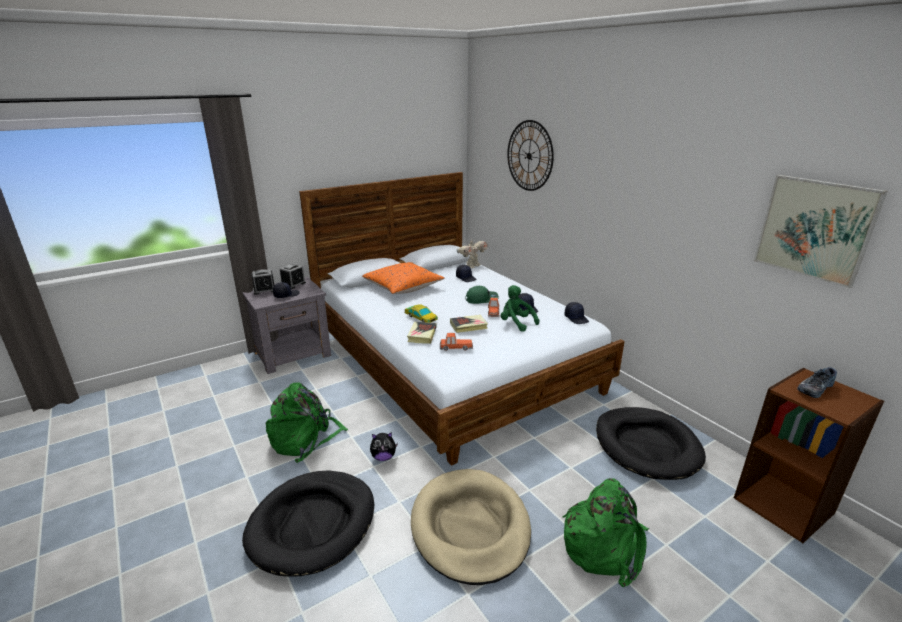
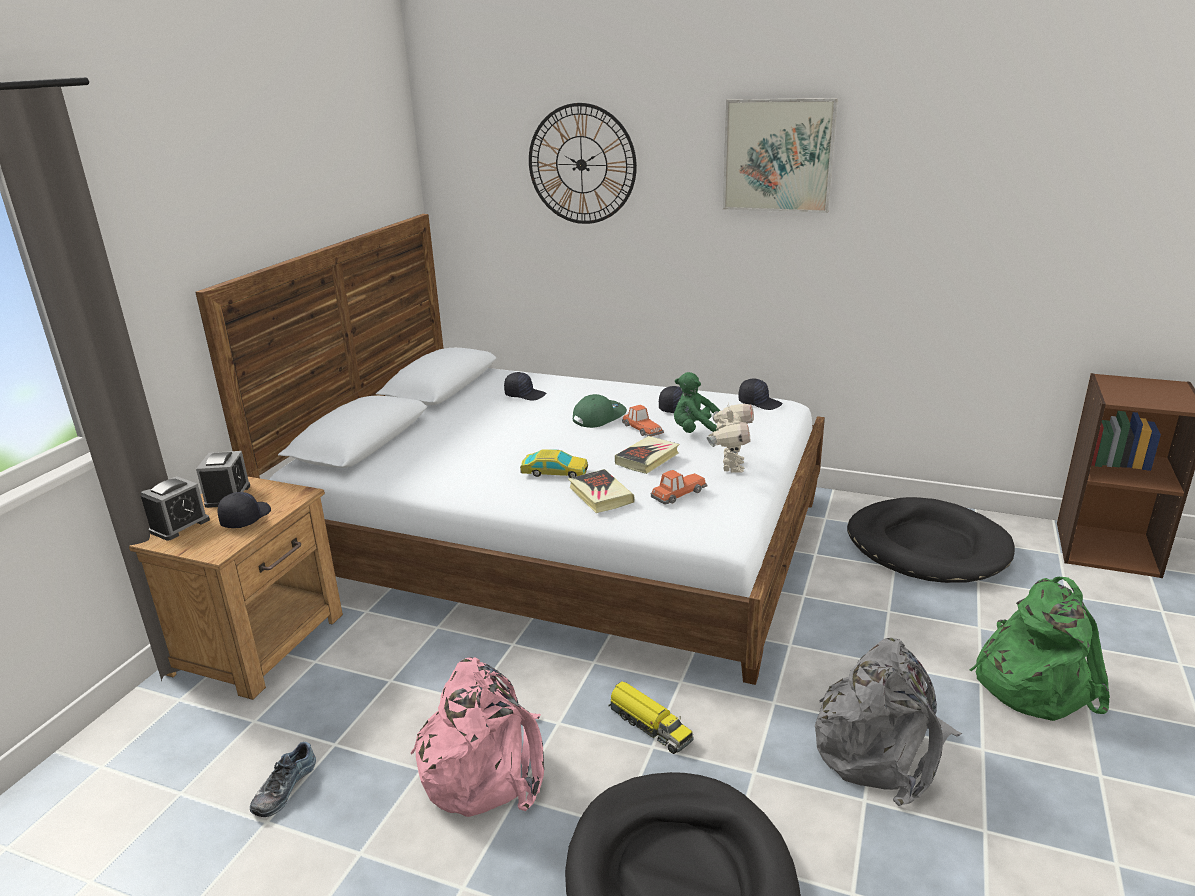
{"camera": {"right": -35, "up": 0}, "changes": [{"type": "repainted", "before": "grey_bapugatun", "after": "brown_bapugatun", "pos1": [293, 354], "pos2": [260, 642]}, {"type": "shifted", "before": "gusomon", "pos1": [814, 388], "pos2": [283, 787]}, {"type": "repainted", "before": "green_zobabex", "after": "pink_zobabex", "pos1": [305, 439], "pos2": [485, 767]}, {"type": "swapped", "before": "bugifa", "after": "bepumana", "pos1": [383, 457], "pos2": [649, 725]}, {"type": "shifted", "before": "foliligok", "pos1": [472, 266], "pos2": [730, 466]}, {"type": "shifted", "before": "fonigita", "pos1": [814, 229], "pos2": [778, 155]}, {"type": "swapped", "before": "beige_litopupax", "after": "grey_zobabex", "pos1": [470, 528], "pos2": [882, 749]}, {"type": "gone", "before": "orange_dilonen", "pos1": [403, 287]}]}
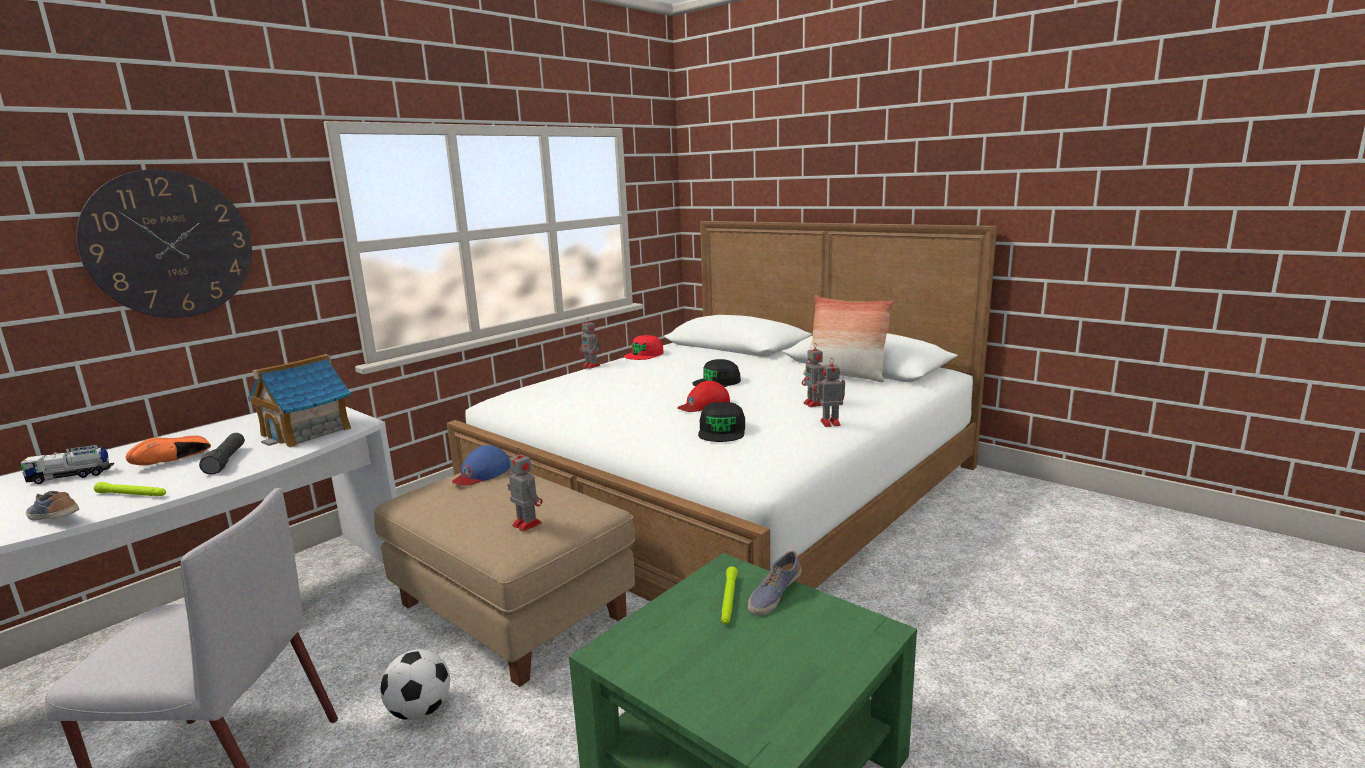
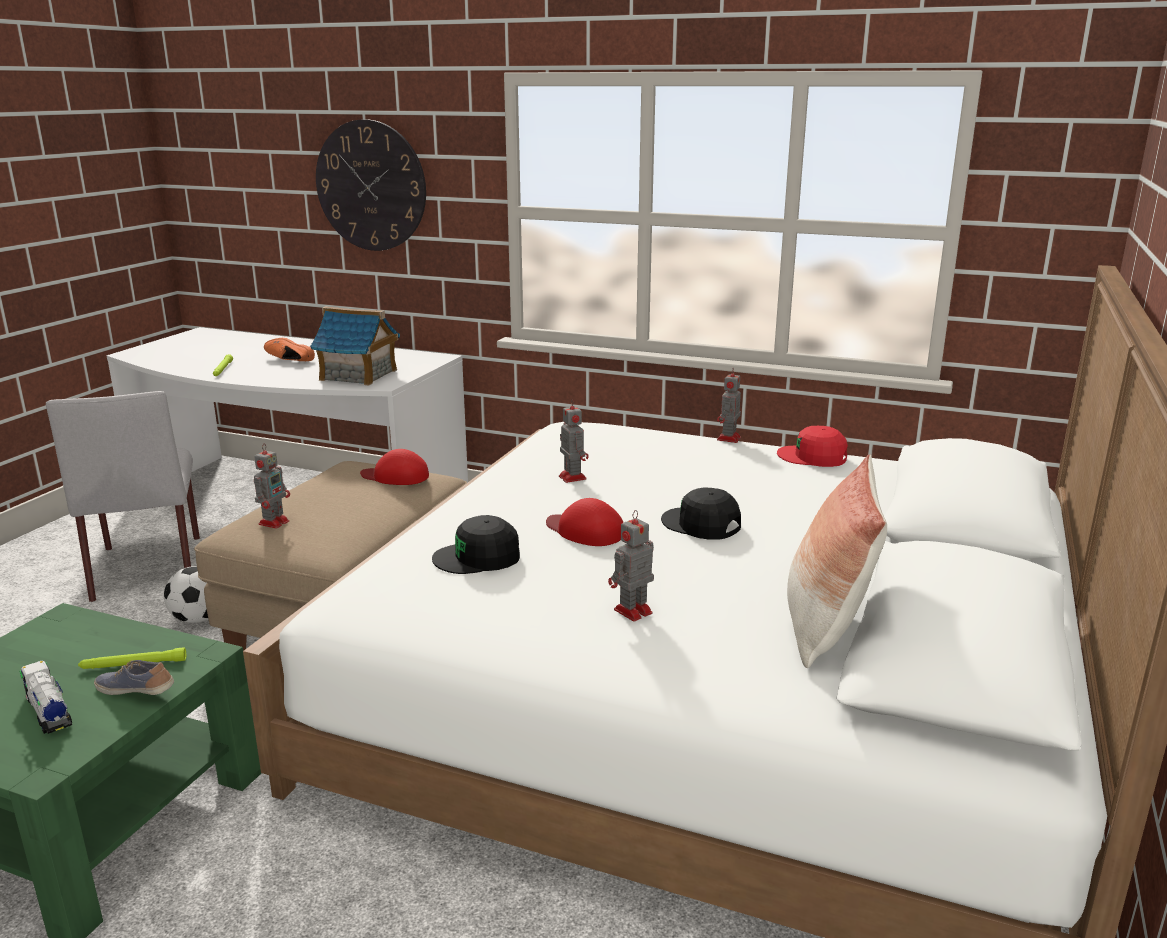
{"camera": {"right": 70, "up": 5}, "changes": [{"type": "shifted", "before": "bepumana", "pos1": [71, 476], "pos2": [49, 711]}, {"type": "repainted", "before": "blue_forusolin", "after": "red_forusolin", "pos1": [482, 473], "pos2": [395, 476]}, {"type": "shifted", "before": "foliligok", "pos1": [829, 423], "pos2": [572, 477]}, {"type": "gone", "before": "gusomon", "pos1": [56, 518]}, {"type": "gone", "before": "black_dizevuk", "pos1": [226, 461]}]}
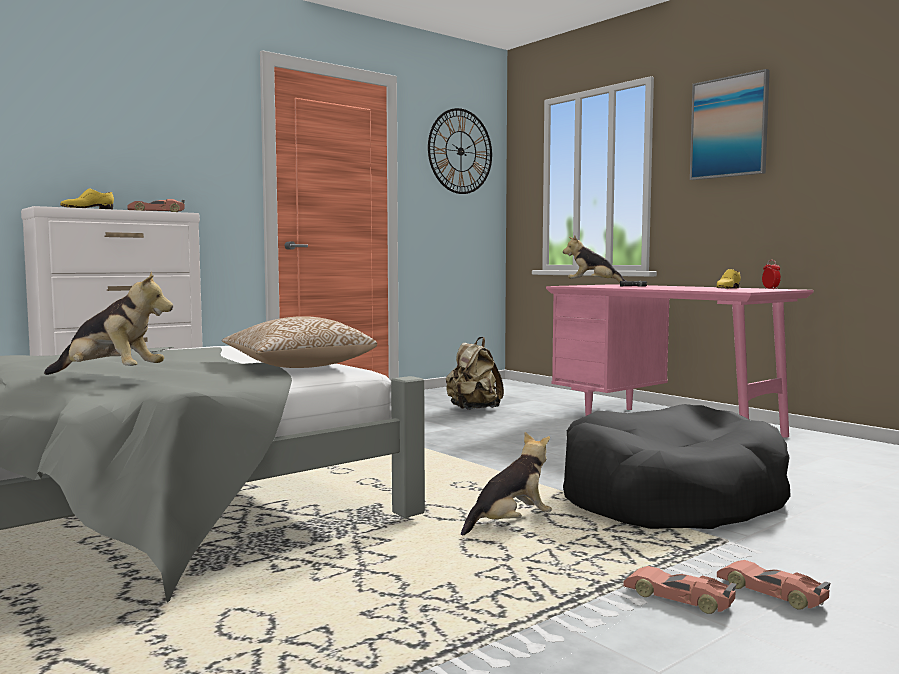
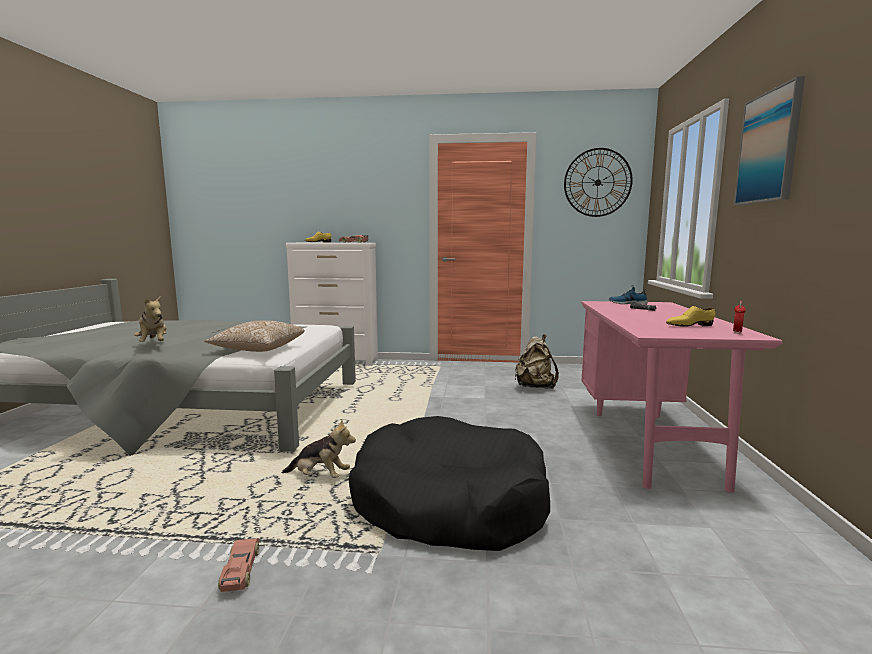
{"camera": {"right": 45, "up": 5}, "changes": [{"type": "swapped", "before": "bugifa", "after": "gusomon", "pos1": [594, 285], "pos2": [627, 303]}, {"type": "gone", "before": "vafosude", "pos1": [771, 593]}]}
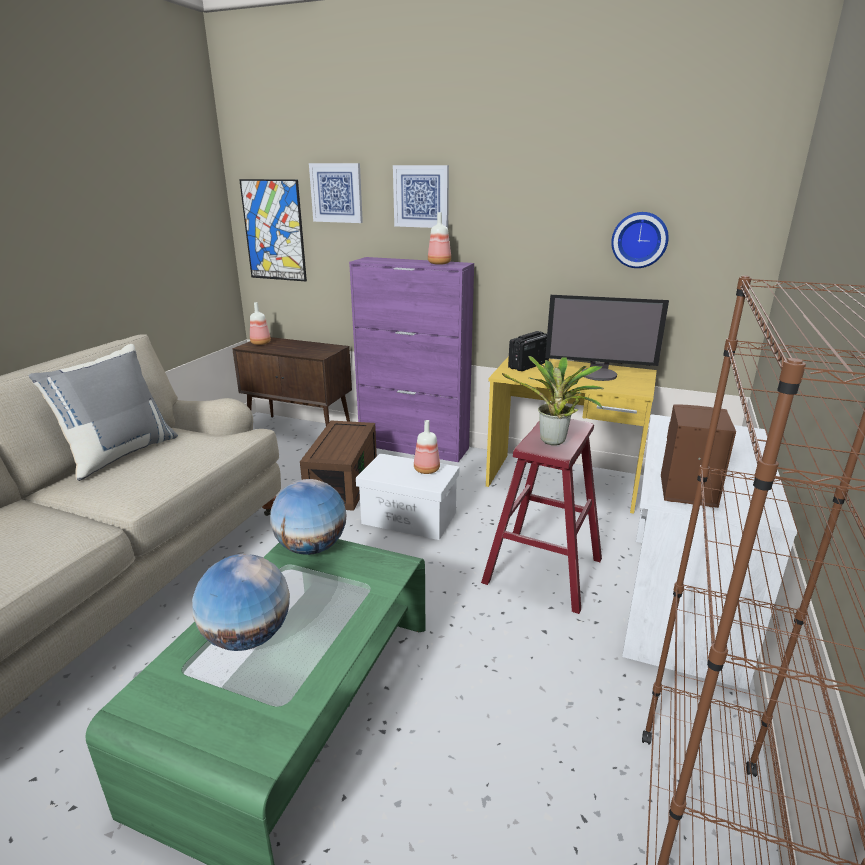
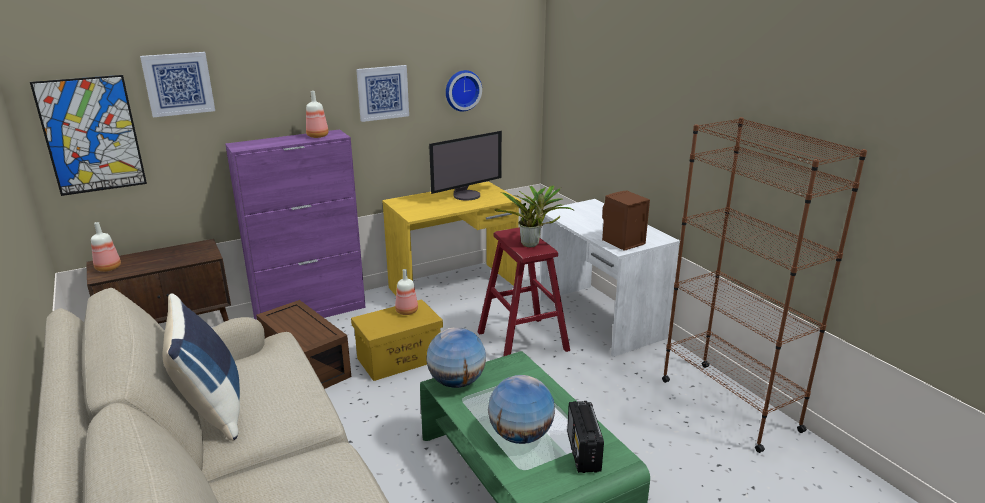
{"camera": {"right": -50, "up": 0}, "changes": [{"type": "repainted", "before": "grey_dilonen", "after": "blue_dilonen", "pos1": [120, 454], "pos2": [211, 409]}, {"type": "repainted", "before": "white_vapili", "after": "yellow_vapili", "pos1": [410, 518], "pos2": [400, 358]}, {"type": "shifted", "before": "fonigita", "pos1": [421, 196], "pos2": [382, 93]}, {"type": "shifted", "before": "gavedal", "pos1": [528, 365], "pos2": [583, 452]}]}
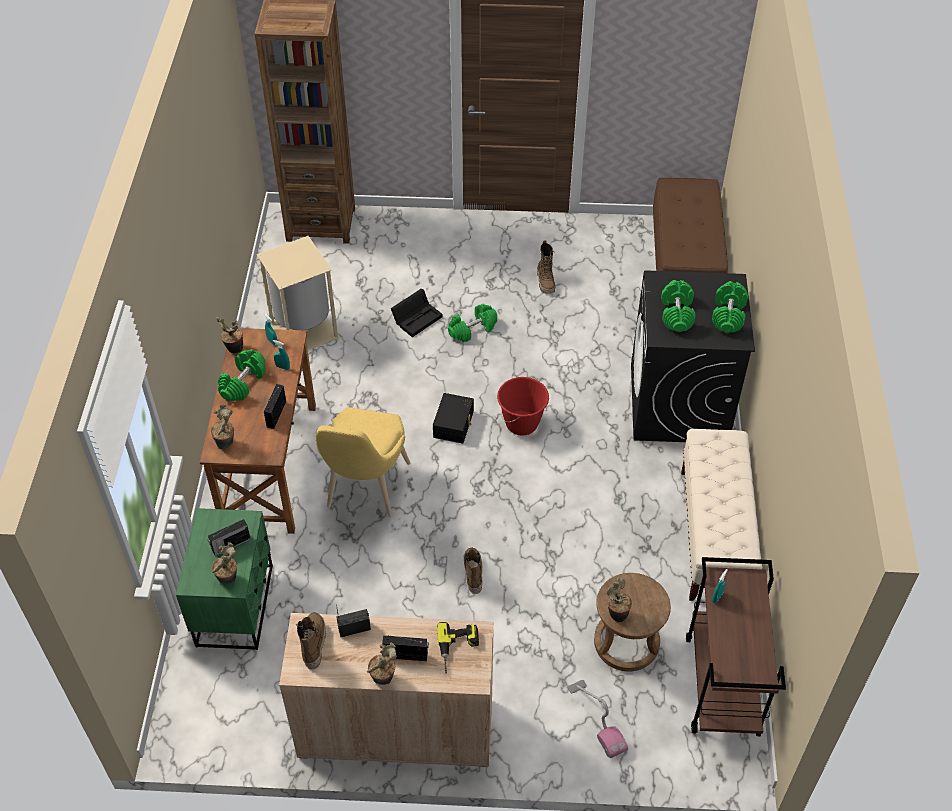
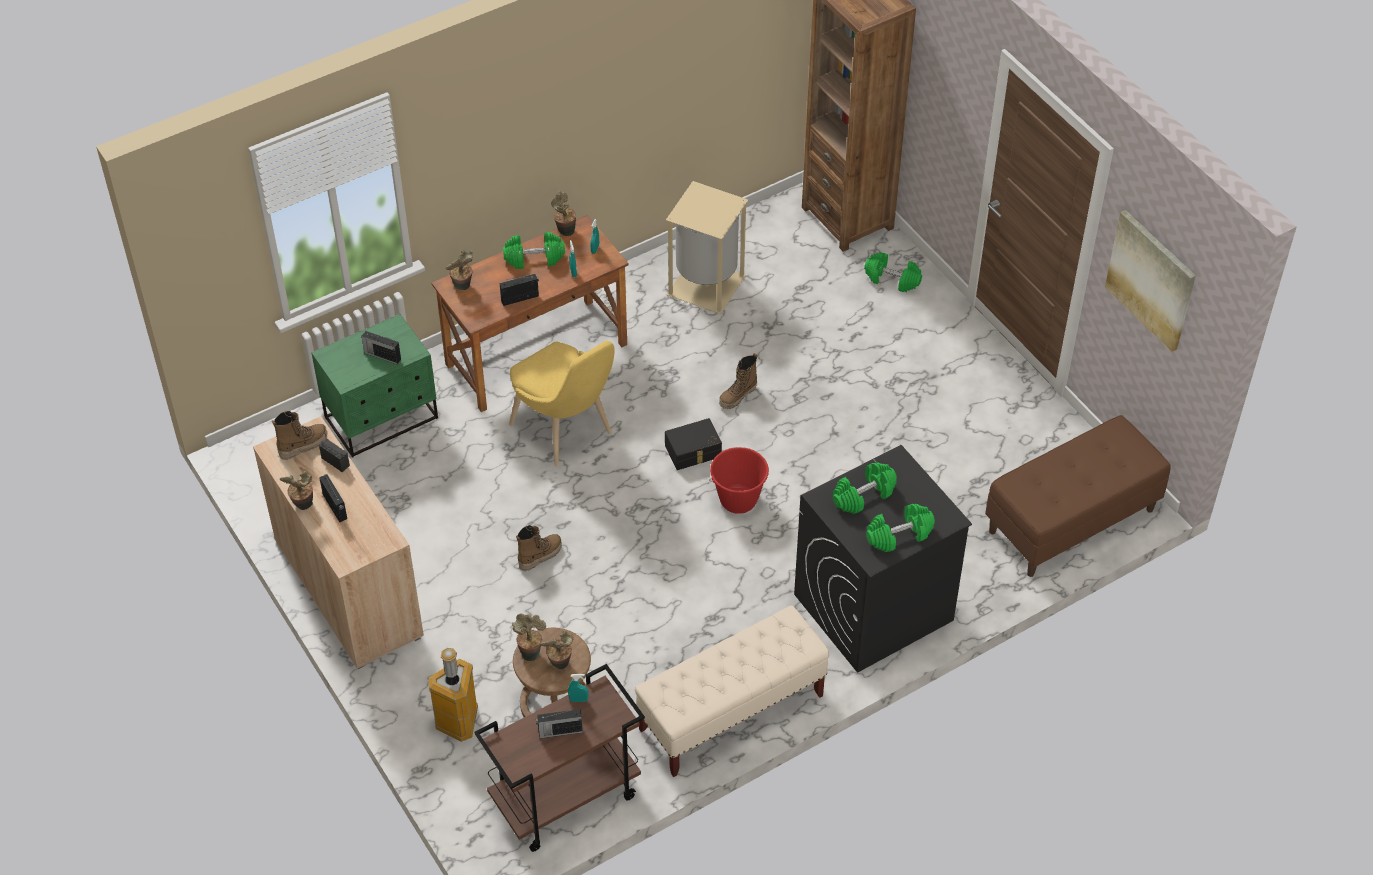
{"camera": {"right": 55, "up": 0}, "changes": [{"type": "swapped", "before": "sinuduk", "after": "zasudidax", "pos1": [596, 719], "pos2": [459, 722]}, {"type": "rotated", "before": "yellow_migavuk", "pos1": [365, 490], "pos2": [566, 432], "turn": -105}, {"type": "new", "after": "gavedal", "pos2": [559, 731]}, {"type": "shifted", "before": "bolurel", "pos1": [228, 580], "pos2": [559, 664]}, {"type": "shifted", "before": "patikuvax", "pos1": [545, 282], "pos2": [738, 396]}, {"type": "shifted", "before": "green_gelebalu", "pos1": [472, 330], "pos2": [892, 280]}, {"type": "new", "after": "fonigita", "pos2": [1151, 280]}, {"type": "gone", "before": "black_vapili", "pos1": [417, 318]}, {"type": "gone", "before": "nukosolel", "pos1": [458, 649]}]}
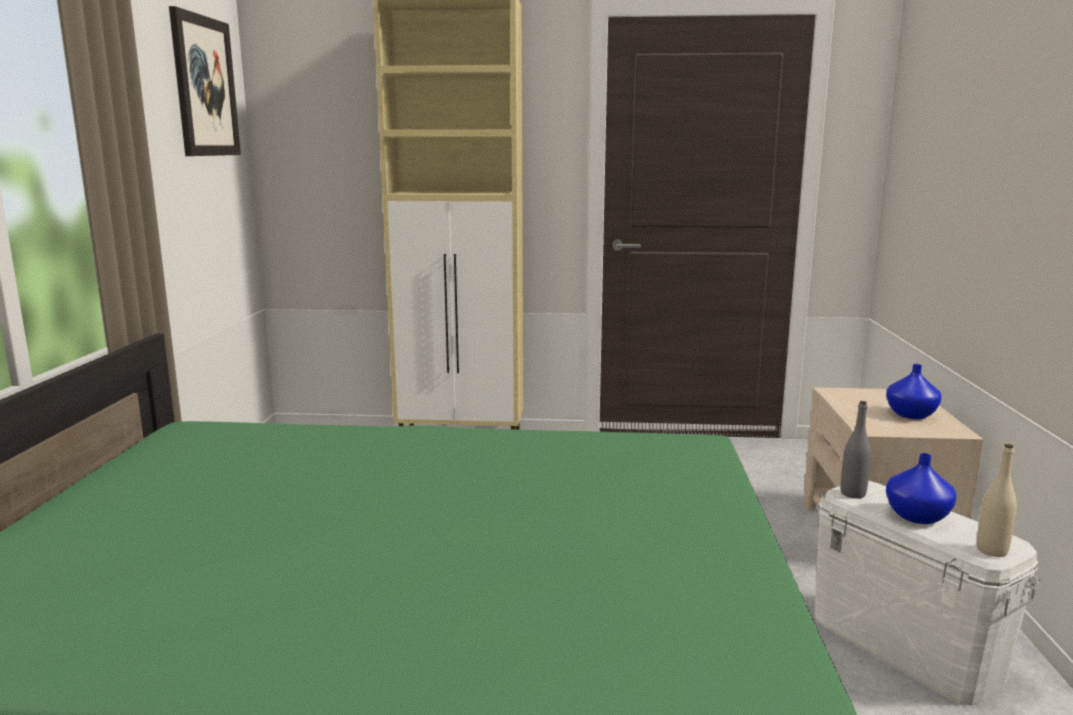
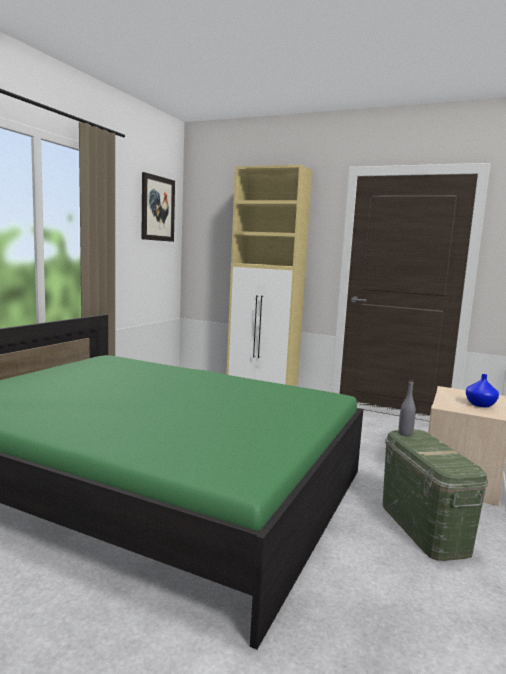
{"camera": {"right": 20, "up": -5}, "changes": [{"type": "repainted", "before": "white_vapili", "after": "green_vapili", "pos1": [905, 646], "pos2": [424, 527]}, {"type": "gone", "before": "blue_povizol", "pos1": [917, 517]}, {"type": "gone", "before": "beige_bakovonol", "pos1": [991, 551]}]}
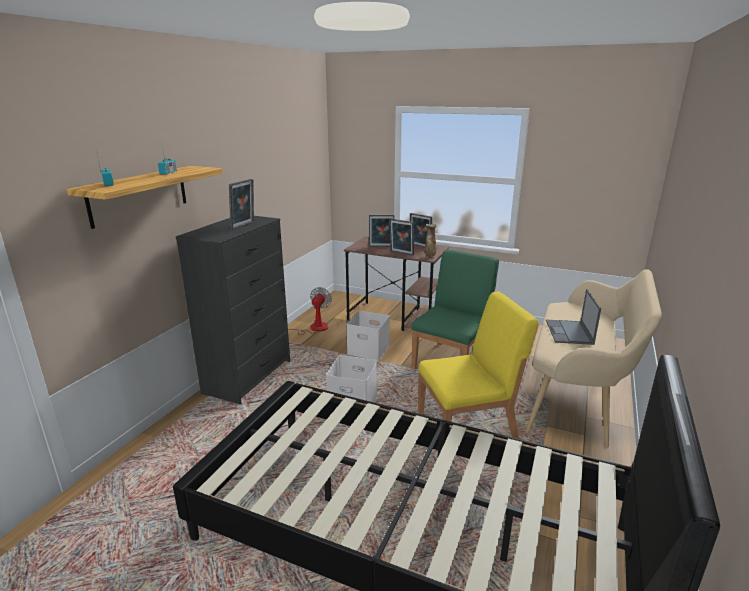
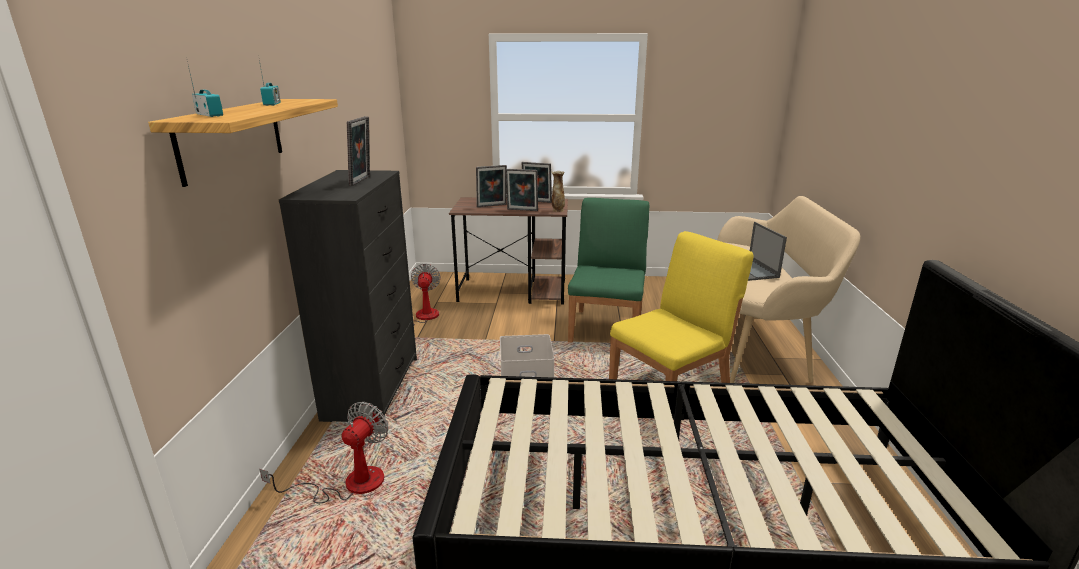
{"camera": {"right": -20, "up": 0}, "changes": [{"type": "new", "after": "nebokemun", "pos2": [349, 484]}, {"type": "gone", "before": "white_vapili", "pos1": [369, 349]}]}
